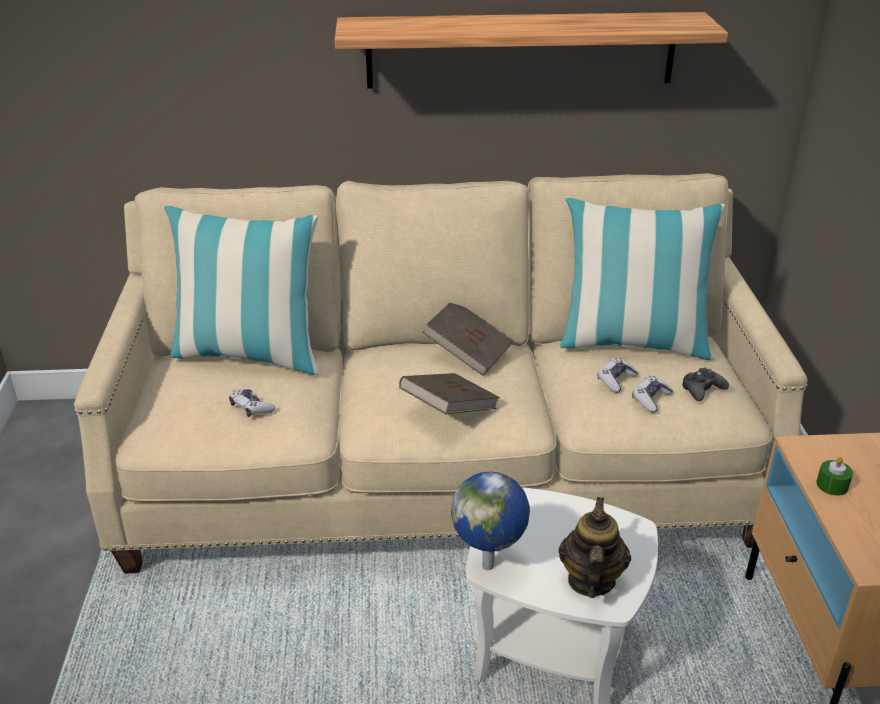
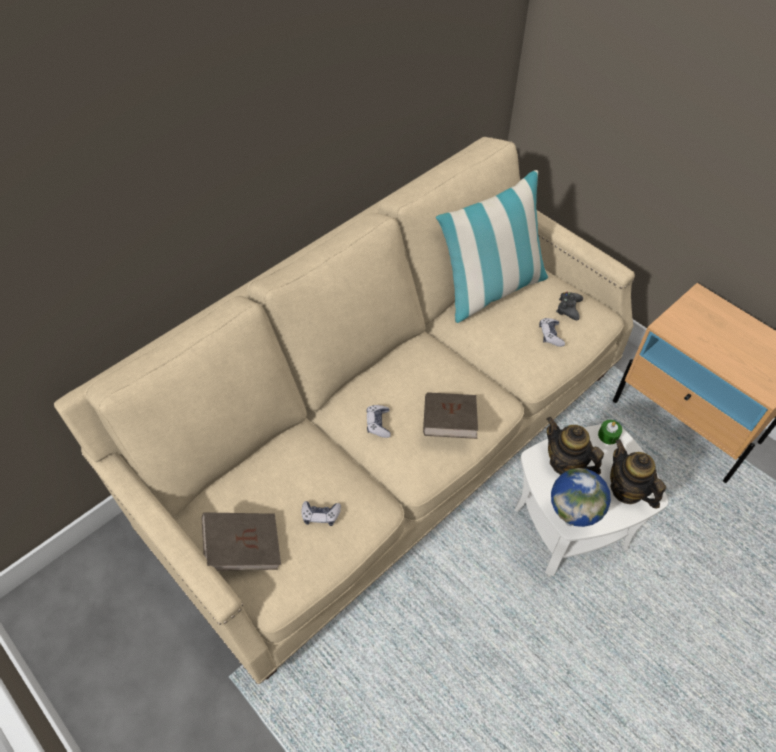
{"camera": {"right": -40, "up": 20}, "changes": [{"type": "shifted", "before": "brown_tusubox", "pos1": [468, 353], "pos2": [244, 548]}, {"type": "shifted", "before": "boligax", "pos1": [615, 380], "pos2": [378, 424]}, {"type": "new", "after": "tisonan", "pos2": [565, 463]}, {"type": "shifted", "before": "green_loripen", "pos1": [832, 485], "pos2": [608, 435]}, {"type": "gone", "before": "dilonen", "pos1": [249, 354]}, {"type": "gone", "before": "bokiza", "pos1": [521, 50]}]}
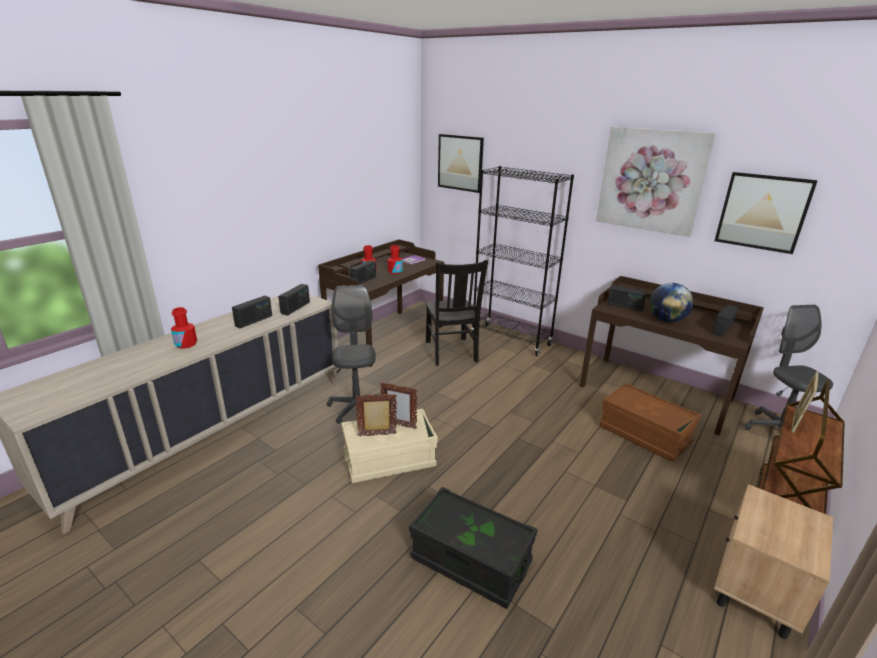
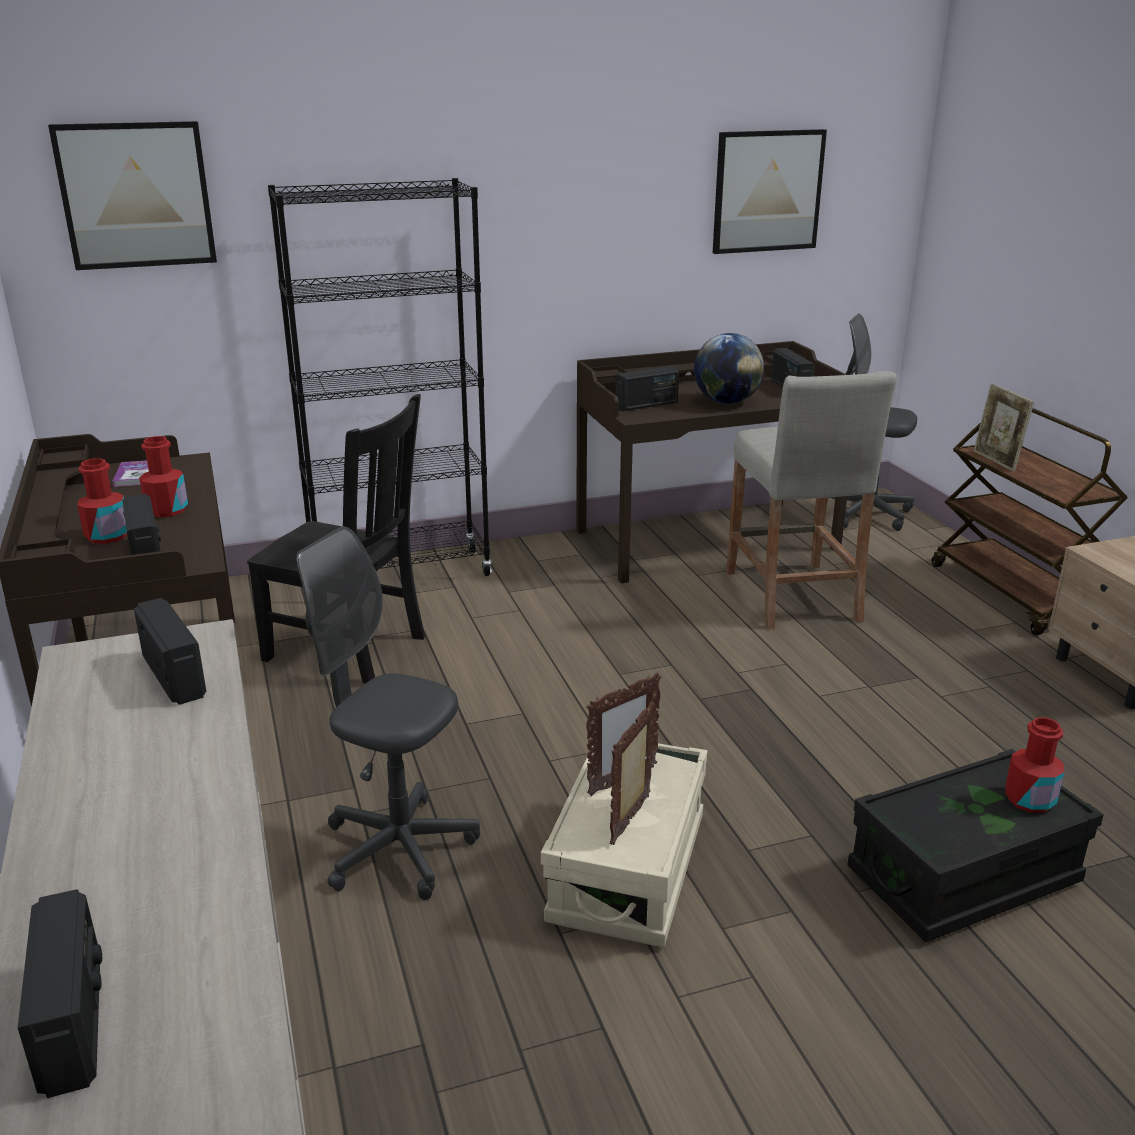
{"camera": {"right": -55, "up": 0}, "changes": [{"type": "shifted", "before": "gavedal", "pos1": [254, 321], "pos2": [73, 1022]}, {"type": "swapped", "before": "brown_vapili", "after": "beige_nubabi", "pos1": [644, 435], "pos2": [792, 595]}, {"type": "shifted", "before": "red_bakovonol", "pos1": [186, 344], "pos2": [1029, 799]}, {"type": "gone", "before": "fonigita", "pos1": [651, 180]}]}
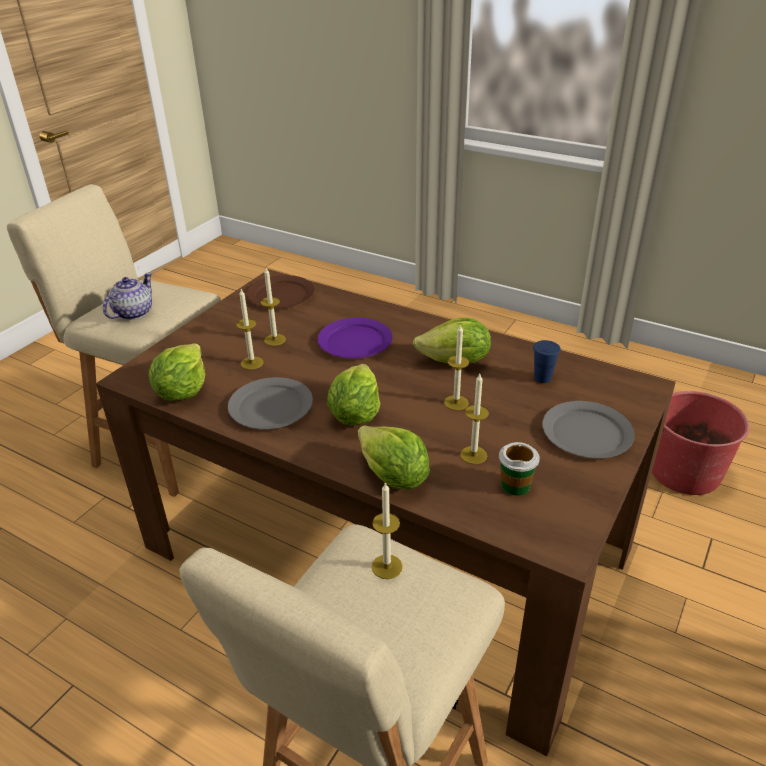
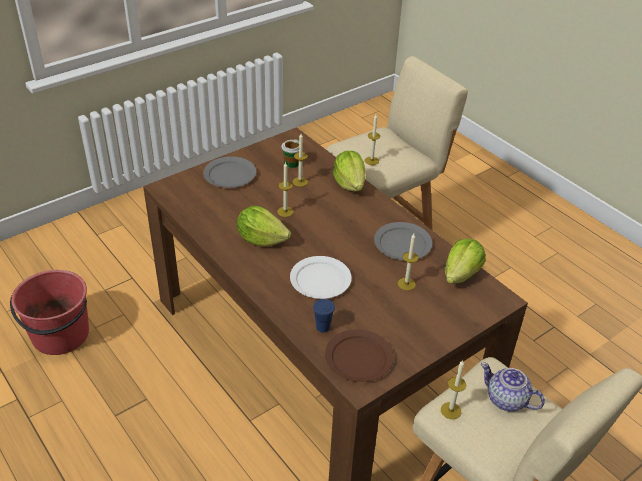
{"camera": {"right": -160, "up": 5}, "changes": [{"type": "repainted", "before": "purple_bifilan", "after": "white_bifilan", "pos1": [354, 342], "pos2": [321, 279]}, {"type": "shifted", "before": "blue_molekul", "pos1": [542, 378], "pos2": [323, 327]}, {"type": "shifted", "before": "loripen", "pos1": [275, 340], "pos2": [450, 410]}, {"type": "rotated", "before": "tisonan", "pos1": [133, 313], "pos2": [507, 400], "turn": 75}, {"type": "gone", "before": "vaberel", "pos1": [355, 414]}]}
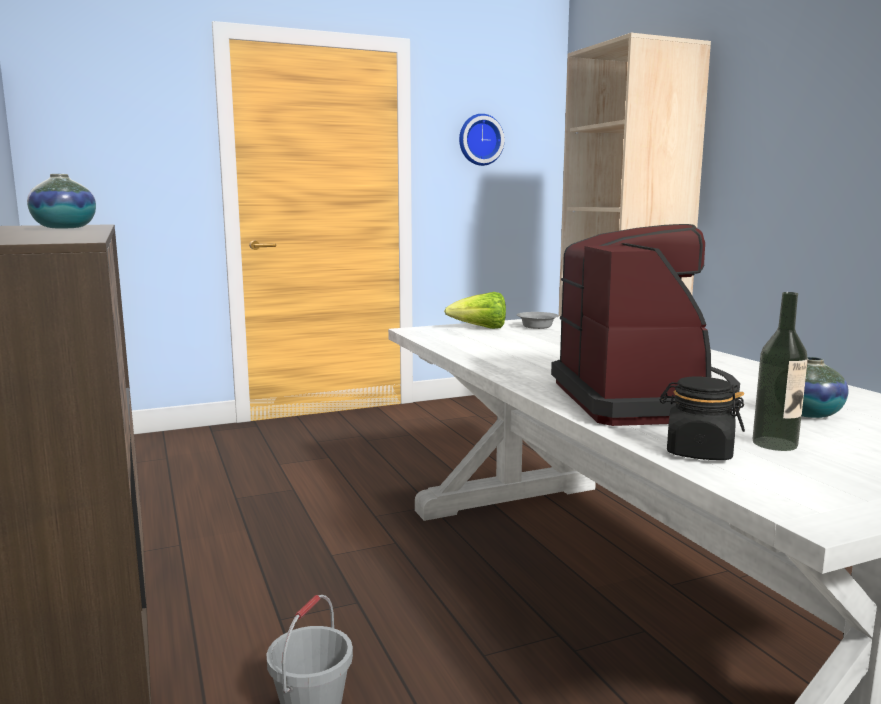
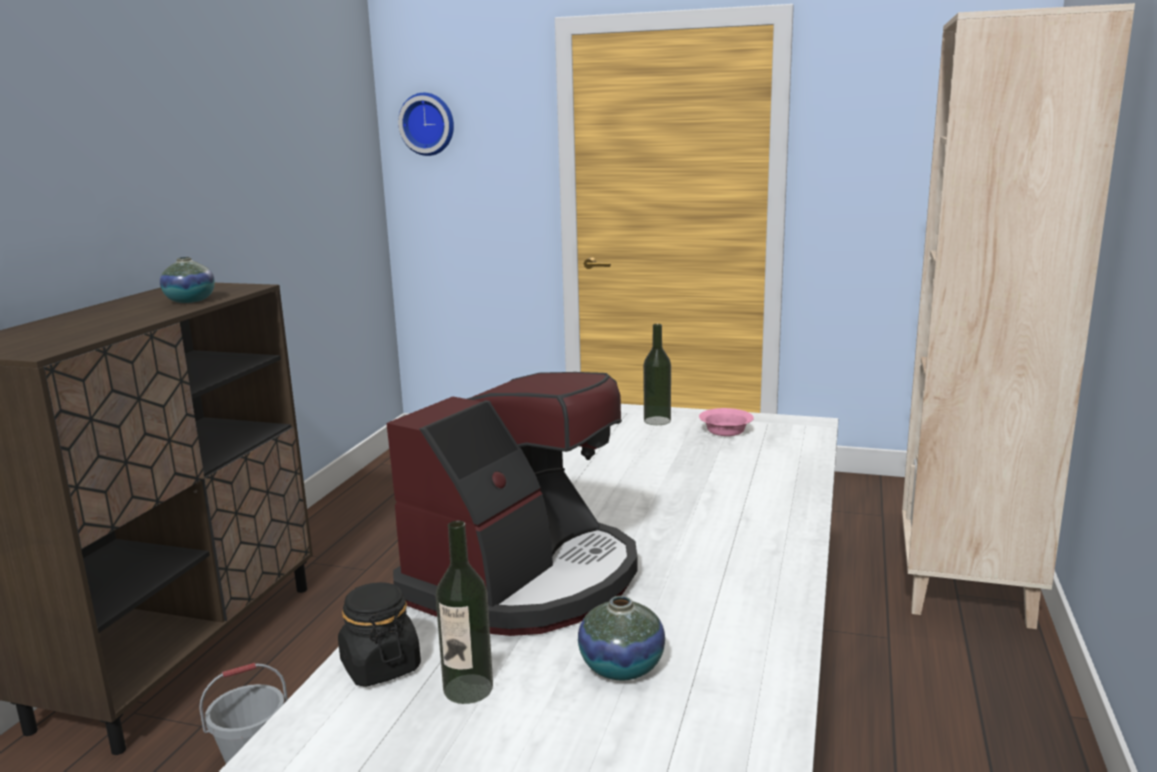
{"camera": {"right": 40, "up": 5}, "changes": [{"type": "shifted", "before": "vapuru", "pos1": [480, 140], "pos2": [428, 124]}, {"type": "swapped", "before": "vaberel", "after": "bakovonol", "pos1": [480, 328], "pos2": [657, 421]}, {"type": "repainted", "before": "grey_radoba", "after": "pink_radoba", "pos1": [538, 327], "pos2": [726, 431]}]}
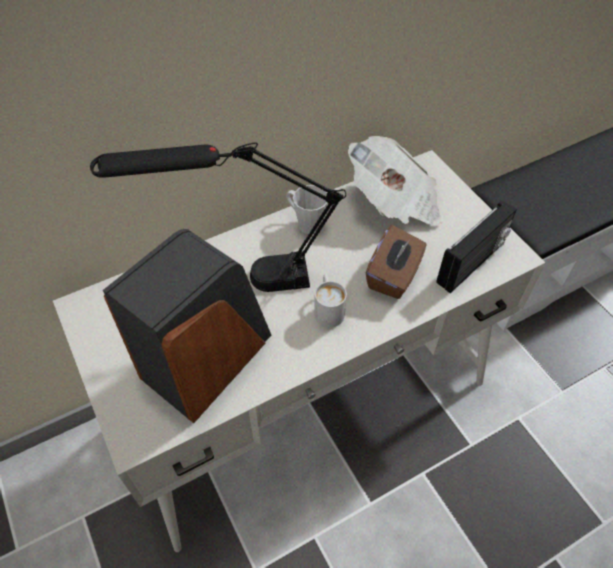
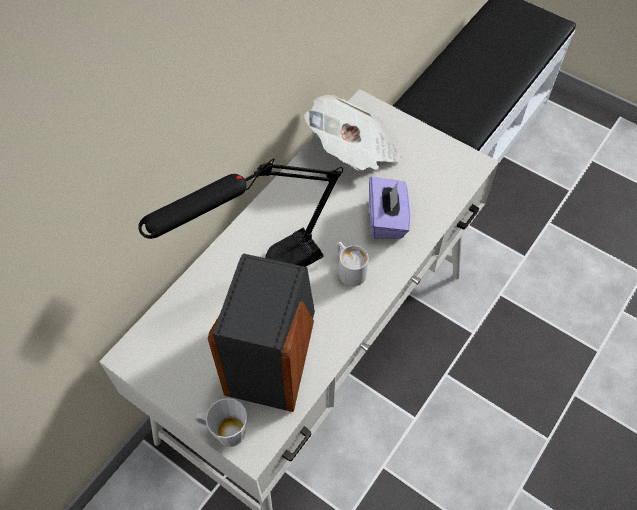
{"camera": {"right": -25, "up": 5}, "changes": [{"type": "shifted", "before": "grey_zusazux", "pos1": [306, 222], "pos2": [225, 432]}, {"type": "repainted", "before": "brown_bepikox", "after": "purple_bepikox", "pos1": [393, 276], "pos2": [387, 219]}, {"type": "gone", "before": "gavedal", "pos1": [472, 263]}]}
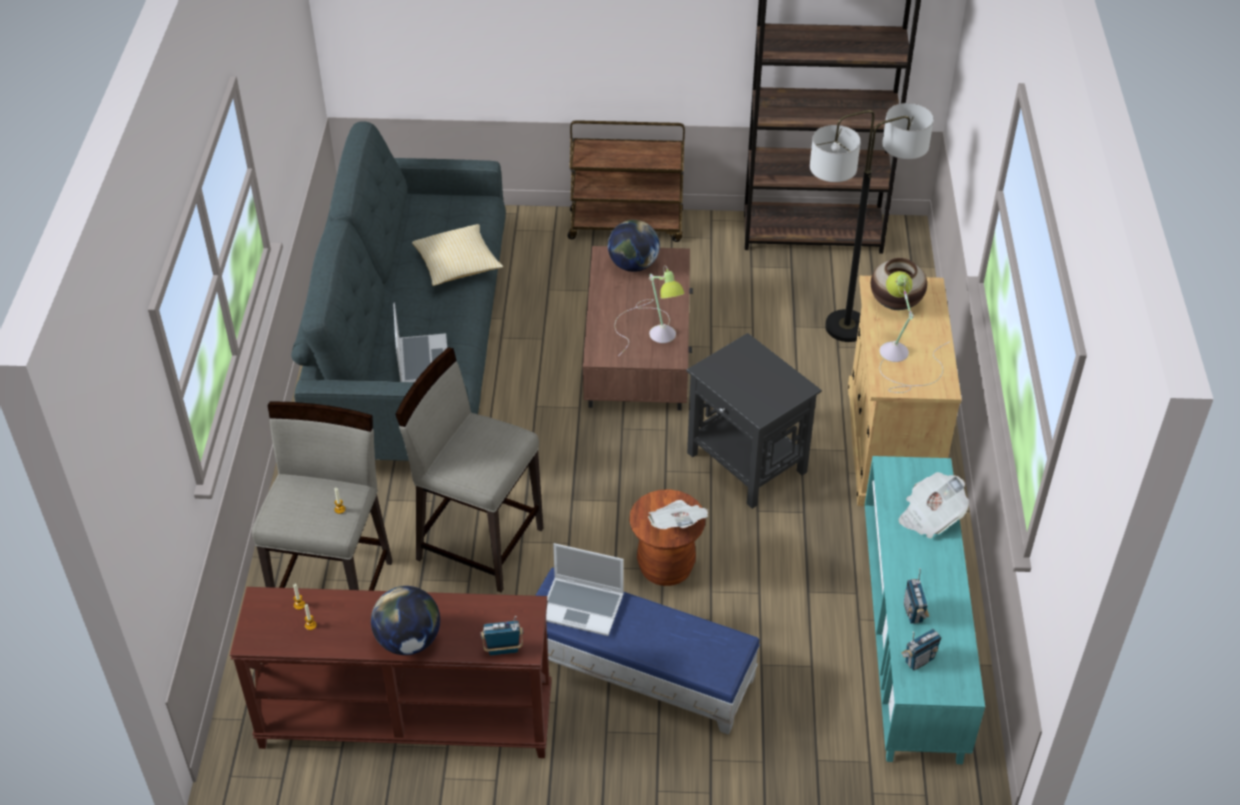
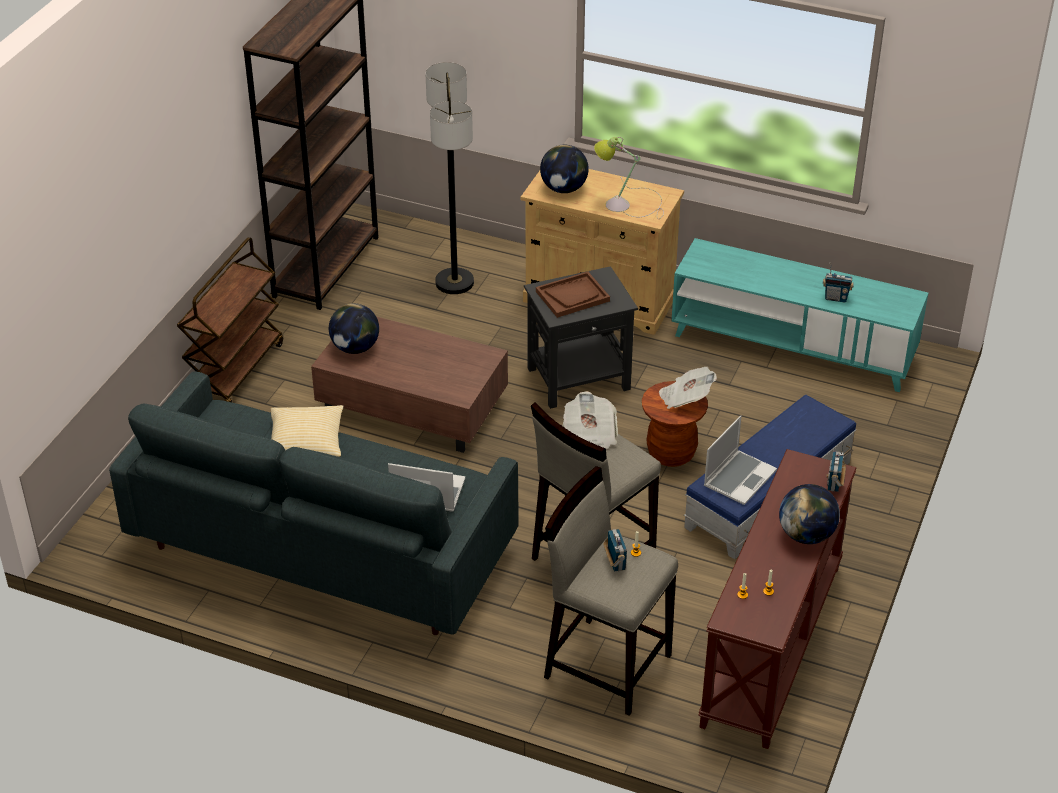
{"camera": {"right": -70, "up": -5}, "changes": [{"type": "new", "after": "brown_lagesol", "pos2": [572, 296]}, {"type": "swapped", "before": "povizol", "after": "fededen", "pos1": [895, 303], "pos2": [564, 189]}, {"type": "shifted", "before": "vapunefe", "pos1": [930, 516], "pos2": [590, 436]}, {"type": "shifted", "before": "gavedal", "pos1": [919, 660], "pos2": [615, 562]}, {"type": "gone", "before": "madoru", "pos1": [653, 329]}]}
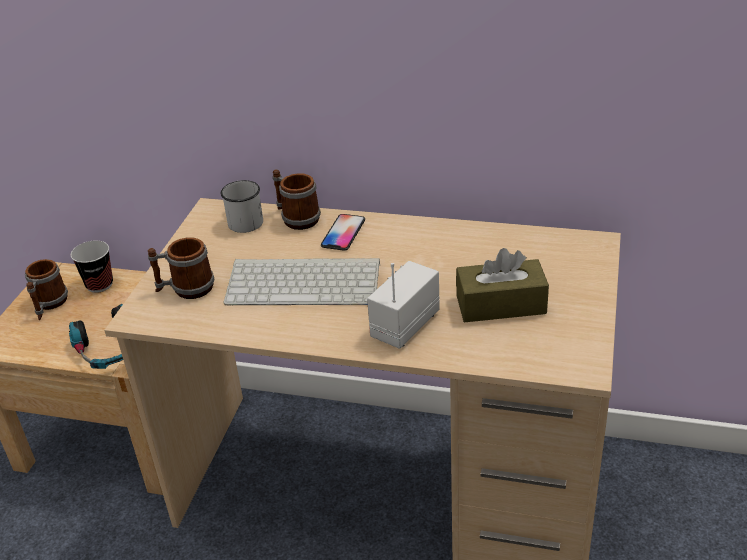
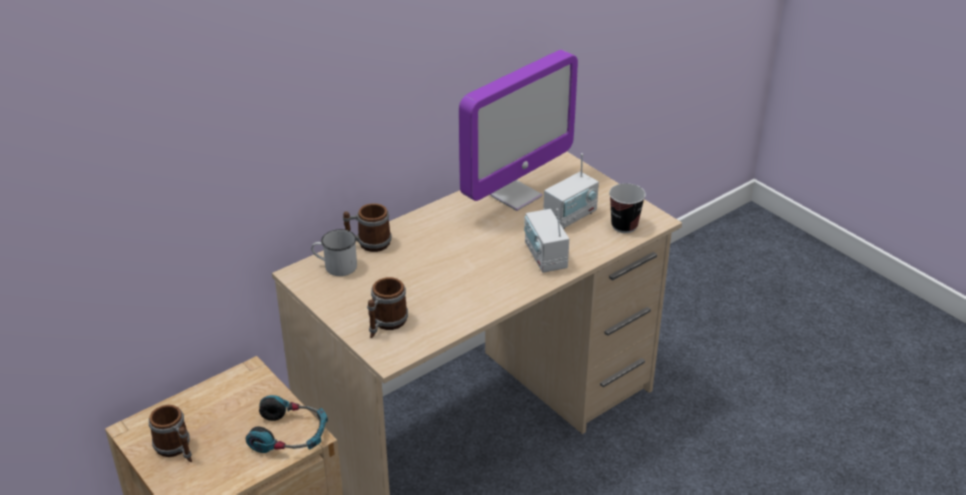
{"camera": {"right": -55, "up": 0}, "changes": [{"type": "new", "after": "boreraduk", "pos2": [514, 195]}, {"type": "swapped", "before": "brown_bepikox", "after": "gavedal", "pos1": [501, 305], "pos2": [570, 216]}, {"type": "shifted", "before": "molekul", "pos1": [99, 284], "pos2": [624, 226]}, {"type": "gone", "before": "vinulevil", "pos1": [306, 282]}, {"type": "gone", "before": "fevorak", "pos1": [343, 233]}]}
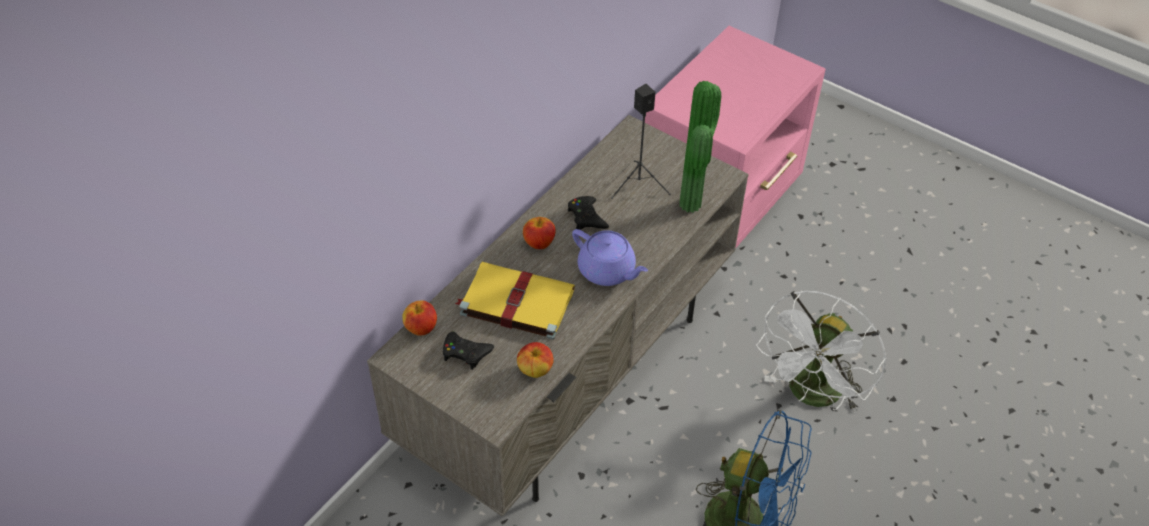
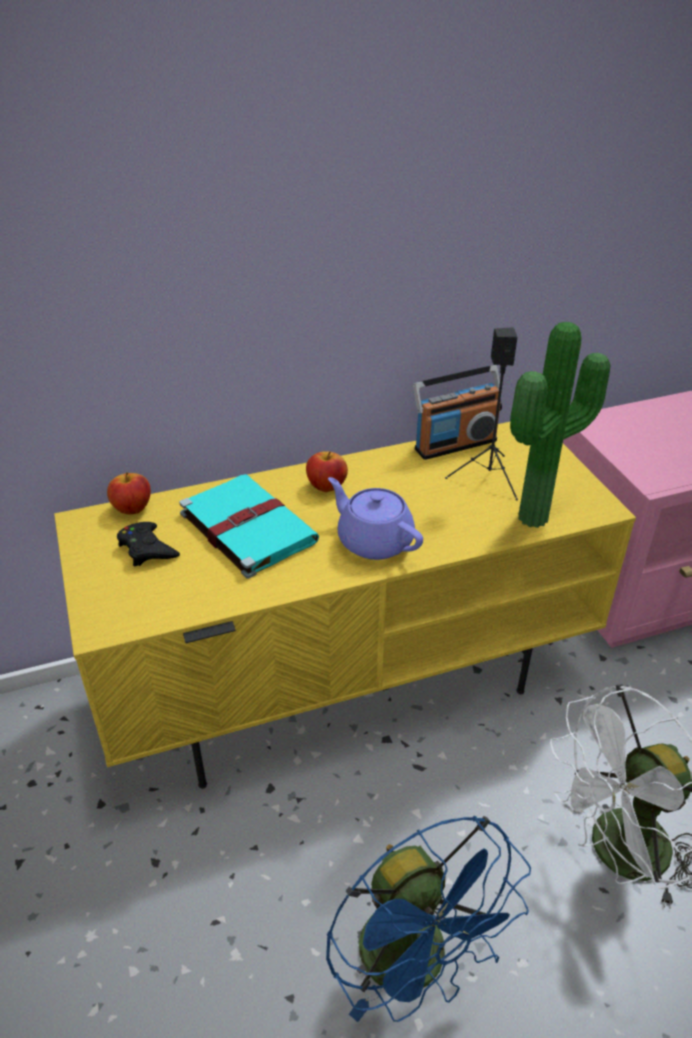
{"camera": {"right": 35, "up": -10}, "changes": [{"type": "repainted", "before": "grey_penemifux", "after": "yellow_penemifux", "pos1": [569, 373], "pos2": [346, 678]}, {"type": "repainted", "before": "yellow_tusubox", "after": "turquoise_tusubox", "pos1": [515, 302], "pos2": [246, 526]}, {"type": "rotated", "before": "purple_tisonan", "pos1": [607, 271], "pos2": [373, 541], "turn": 150}, {"type": "new", "after": "gavedal", "pos2": [455, 444]}, {"type": "gone", "before": "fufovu", "pos1": [535, 370]}, {"type": "gone", "before": "black_boligax", "pos1": [586, 217]}]}
